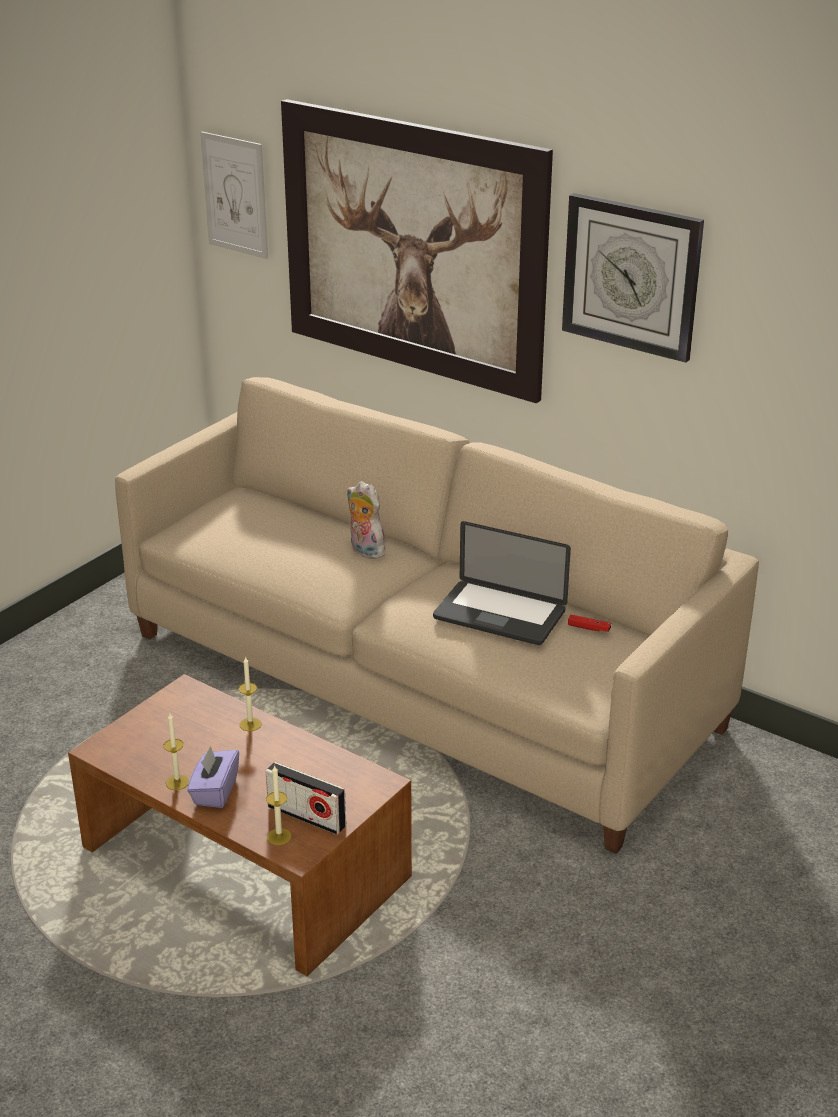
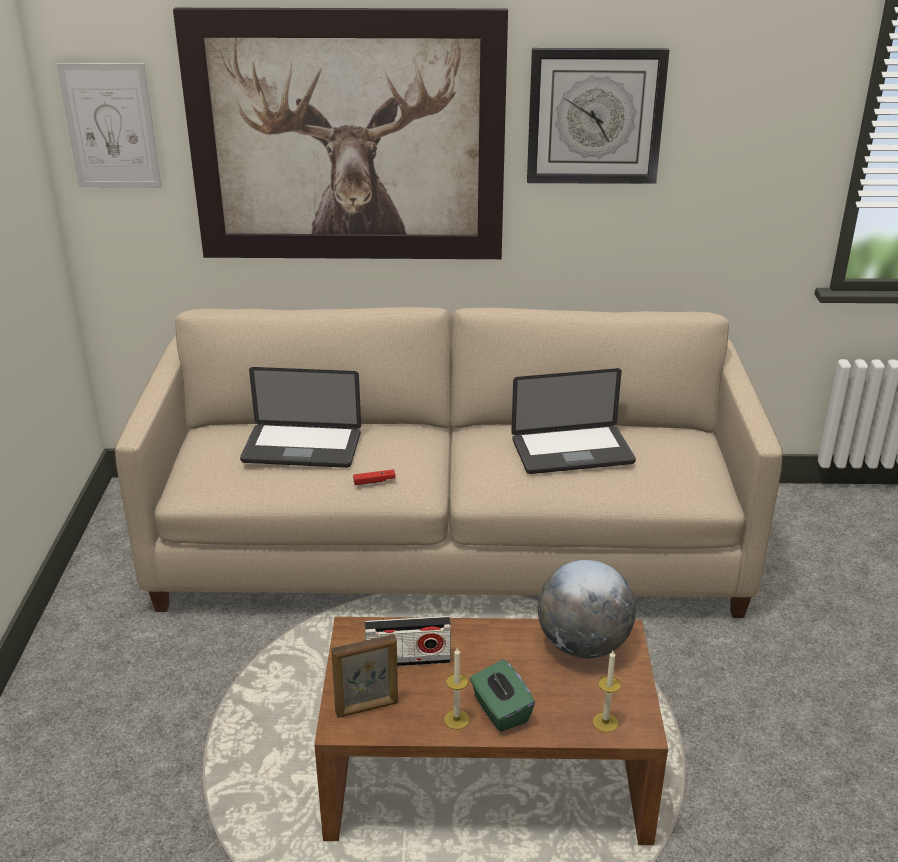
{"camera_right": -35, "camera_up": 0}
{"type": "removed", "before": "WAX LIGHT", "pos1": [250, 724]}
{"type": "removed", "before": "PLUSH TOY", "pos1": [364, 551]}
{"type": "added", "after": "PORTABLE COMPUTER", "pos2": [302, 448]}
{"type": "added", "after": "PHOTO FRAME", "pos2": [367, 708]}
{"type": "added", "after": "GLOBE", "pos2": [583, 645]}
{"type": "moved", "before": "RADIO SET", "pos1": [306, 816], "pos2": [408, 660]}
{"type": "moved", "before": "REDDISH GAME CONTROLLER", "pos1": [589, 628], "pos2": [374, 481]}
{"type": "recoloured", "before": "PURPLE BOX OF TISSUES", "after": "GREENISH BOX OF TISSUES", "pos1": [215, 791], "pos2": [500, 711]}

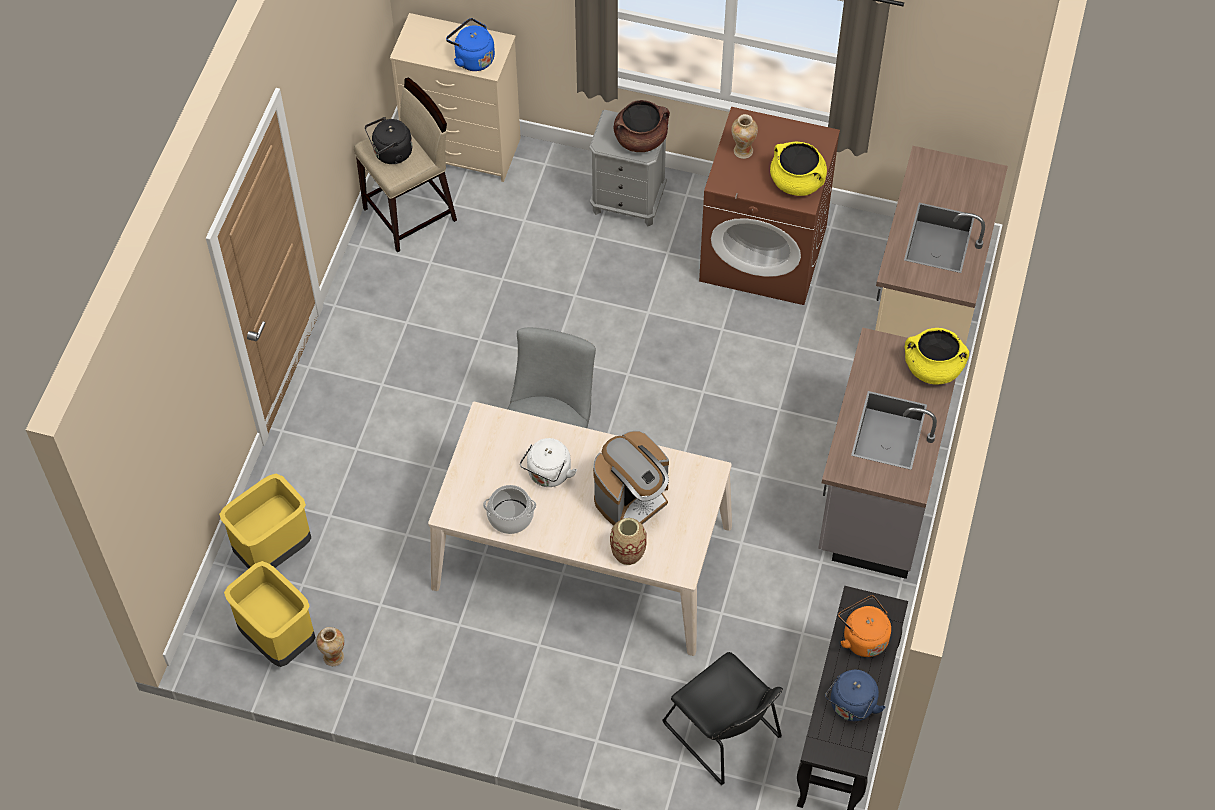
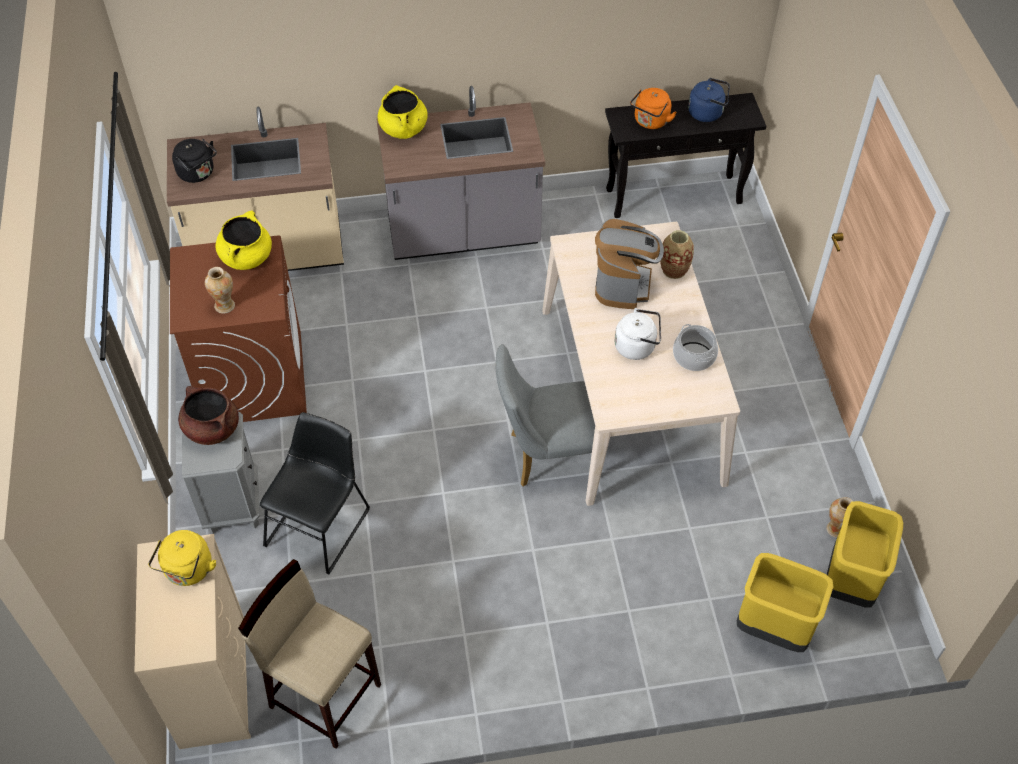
{"camera_right": -115, "camera_up": -5}
{"type": "moved", "before": "BLACKISH TEA KETTLE", "pos1": [390, 153], "pos2": [198, 174]}
{"type": "moved", "before": "BLACKISH CHAIR", "pos1": [725, 734], "pos2": [320, 524]}
{"type": "recoloured", "before": "BLUISH TEA KETTLE", "after": "YELLOW TEA KETTLE", "pos1": [472, 58], "pos2": [188, 571]}
{"type": "turned", "before": "COFFEE MACHINE", "pos1": [632, 498], "pos2": [623, 284], "turn": 75}

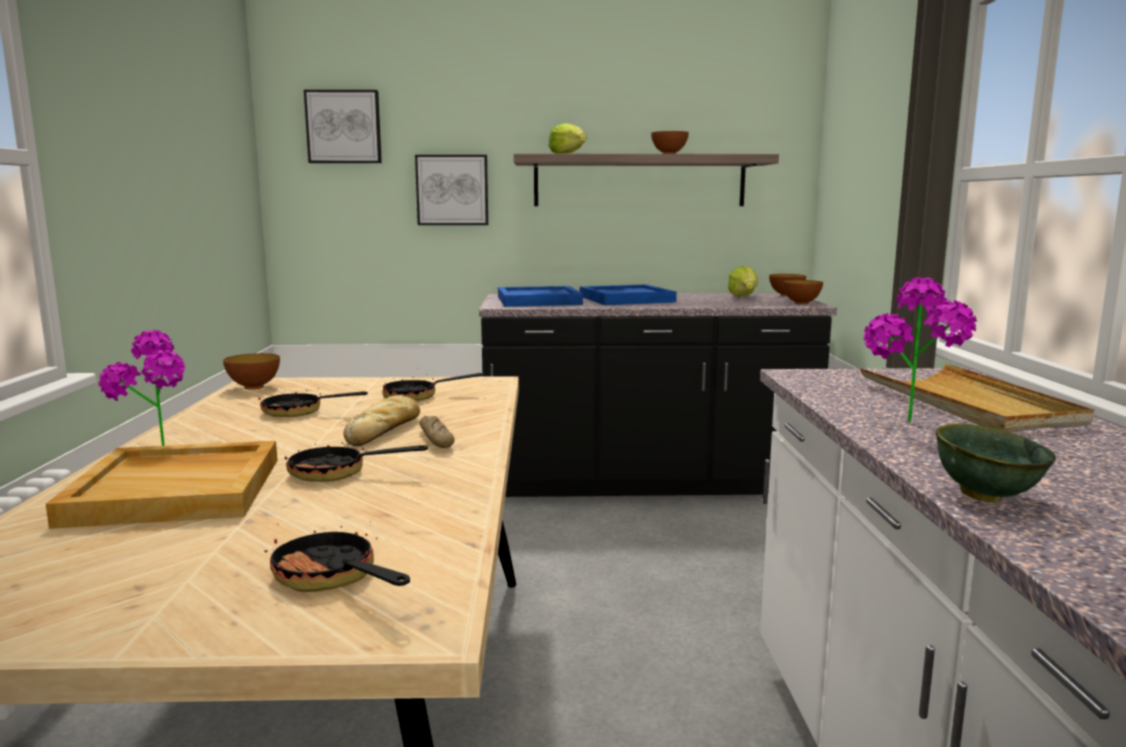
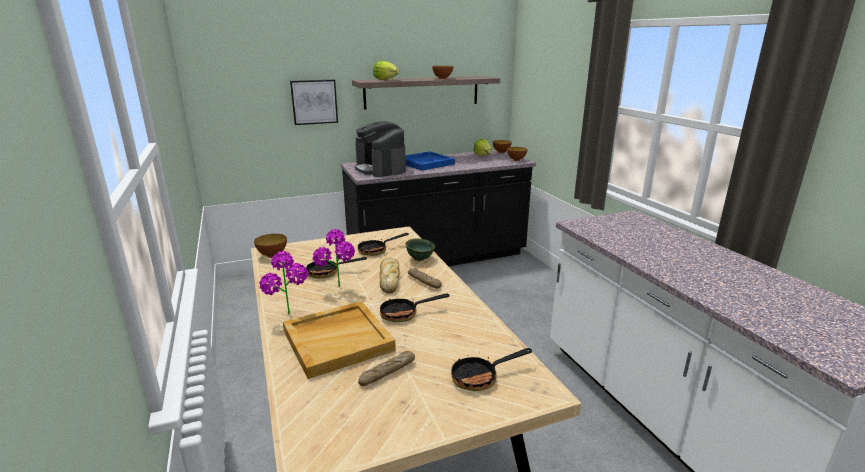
{"camera_right": -20, "camera_up": 10}
{"type": "removed", "before": "WALL PICTURE", "pos1": [344, 127]}
{"type": "removed", "before": "BEIGE-COLOURED TRAY", "pos1": [967, 404]}
{"type": "added", "after": "BAKERY BREAD", "pos2": [387, 373]}
{"type": "moved", "before": "HOUSEPLANT", "pos1": [911, 426], "pos2": [338, 290]}
{"type": "moved", "before": "GREENISH DEEP DISH", "pos1": [985, 496], "pos2": [420, 259]}
{"type": "replaced", "before": "BLUISH TRAY", "after": "COFFEE MACHINE", "pos1": [539, 301], "pos2": [380, 169]}
{"type": "turned", "before": "SKILLET", "pos1": [332, 579], "pos2": [481, 377], "turn": -45}

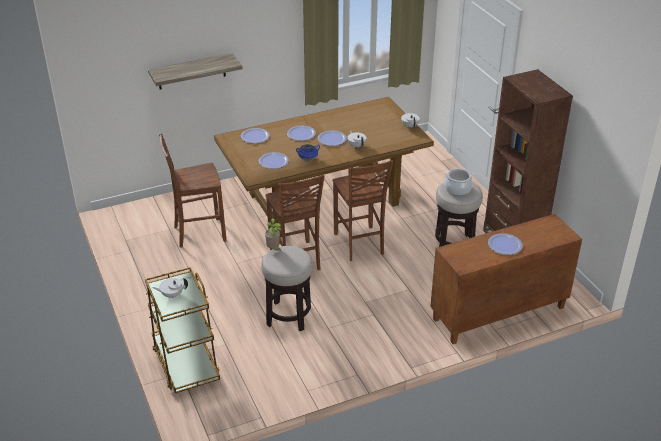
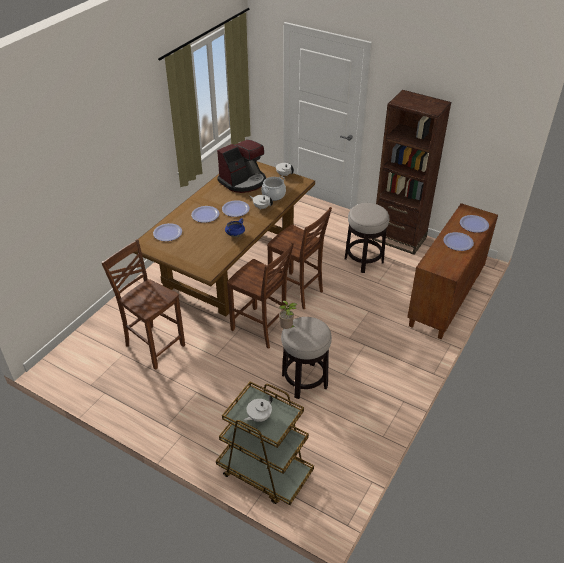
{"camera_right": -35, "camera_up": 5}
{"type": "removed", "before": "SHELF", "pos1": [191, 71]}
{"type": "added", "after": "COFFEE MACHINE", "pos2": [243, 181]}
{"type": "moved", "before": "FLAT DISH", "pos1": [273, 161], "pos2": [474, 224]}
{"type": "moved", "before": "SAUCEPOT", "pos1": [457, 189], "pos2": [273, 195]}
{"type": "turned", "before": "BROWN-COLOURED CHAIR", "pos1": [198, 233], "pos2": [154, 345], "turn": 90}

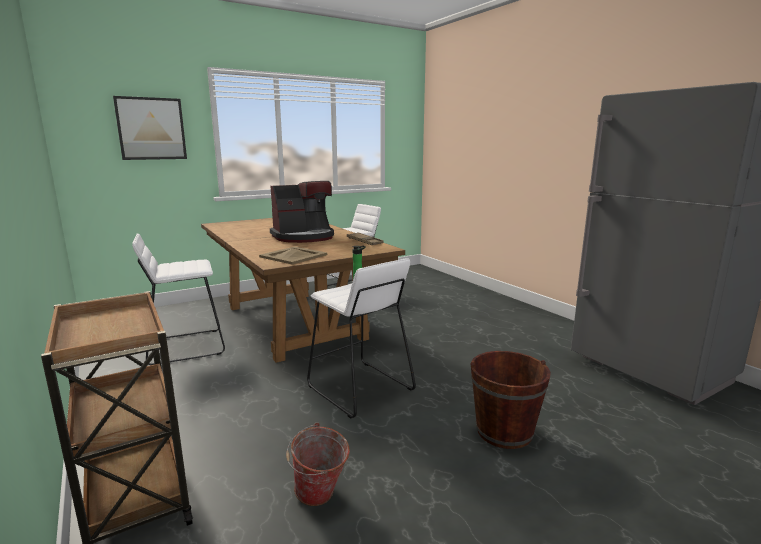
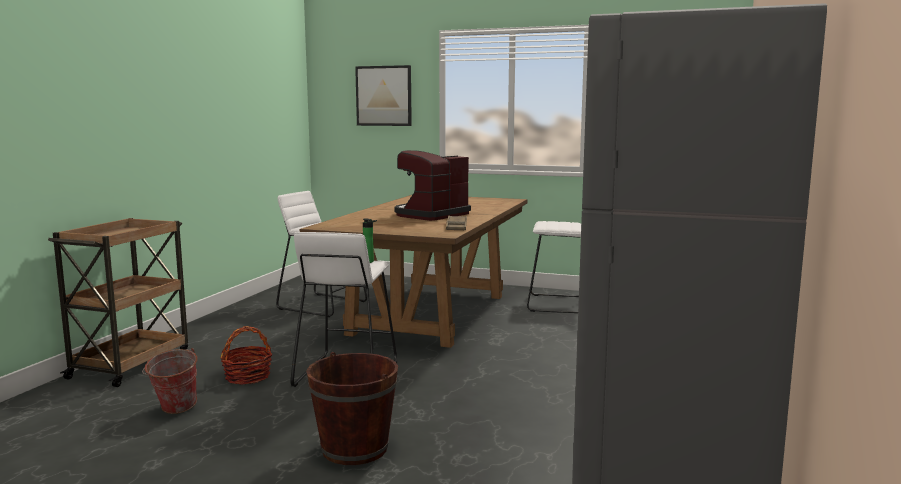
{"camera_right": 50, "camera_up": -5}
{"type": "removed", "before": "BEIGE-COLOURED TRAY", "pos1": [293, 256]}
{"type": "added", "after": "STORAGE BASKET", "pos2": [248, 377]}
{"type": "turned", "before": "COFFEE MACHINE", "pos1": [304, 237], "pos2": [430, 215], "turn": 105}

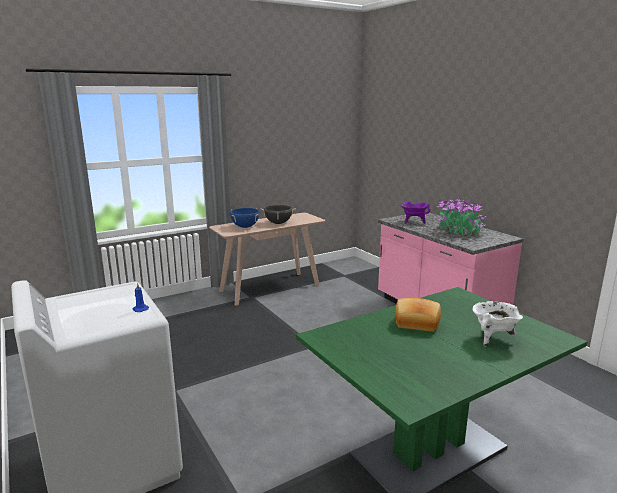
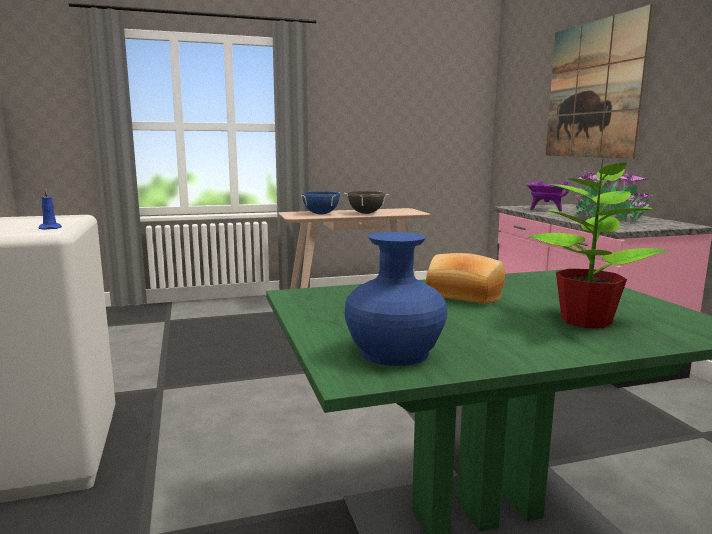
{"camera_right": 15, "camera_up": -5}
{"type": "added", "after": "BLUISH VASE", "pos2": [394, 352]}
{"type": "added", "after": "WALL PICTURE", "pos2": [593, 90]}
{"type": "replaced", "before": "WHITE-COLOURED SAUCEPOT", "after": "HOUSEPLANT", "pos1": [493, 339], "pos2": [586, 320]}

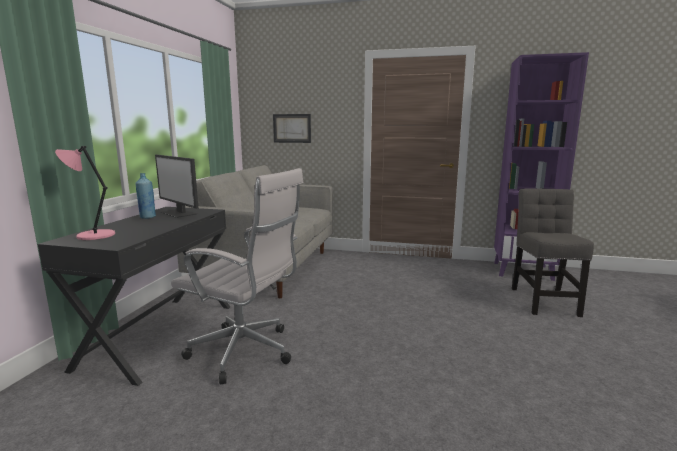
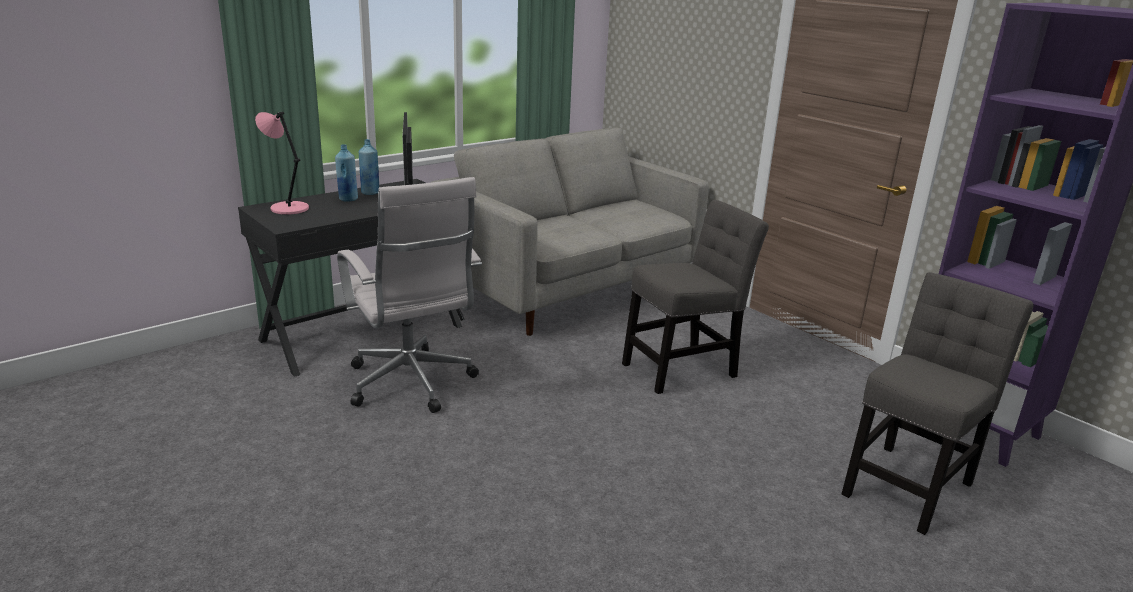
{"camera_right": 35, "camera_up": 10}
{"type": "removed", "before": "WALL PICTURE", "pos1": [292, 128]}
{"type": "added", "after": "BLUISH BEVERAGE BOTTLE", "pos2": [348, 199]}
{"type": "added", "after": "GREY CHAIR", "pos2": [683, 368]}

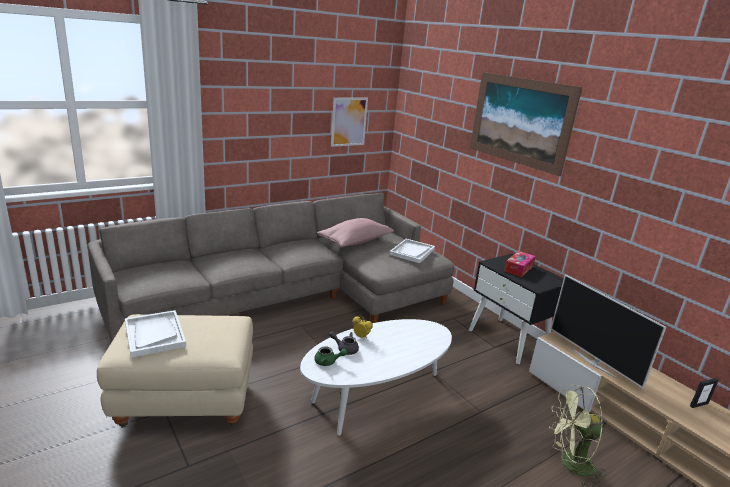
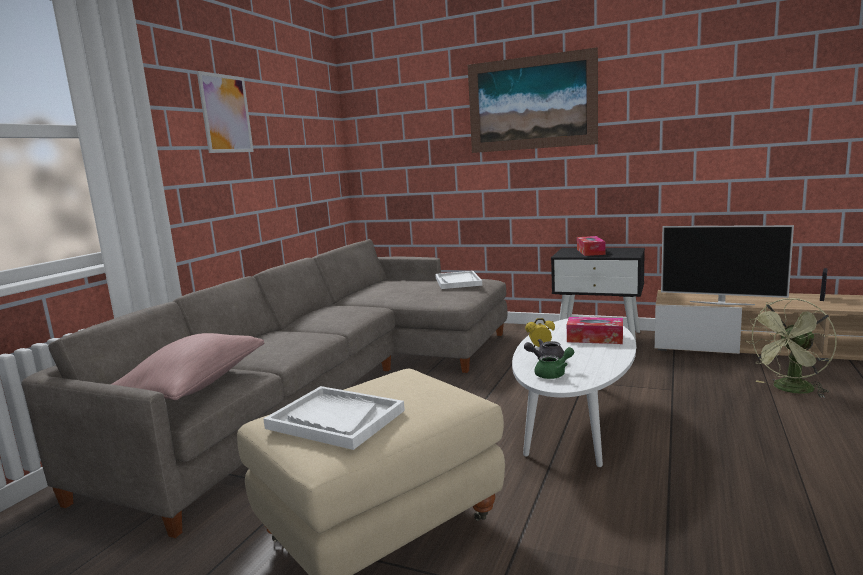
{"camera_right": -30, "camera_up": -10}
{"type": "added", "after": "BOX OF TISSUES", "pos2": [595, 338]}
{"type": "moved", "before": "PINK PILLOW", "pos1": [355, 241], "pos2": [194, 386]}
{"type": "moved", "before": "WALL PICTURE", "pos1": [349, 122], "pos2": [226, 114]}

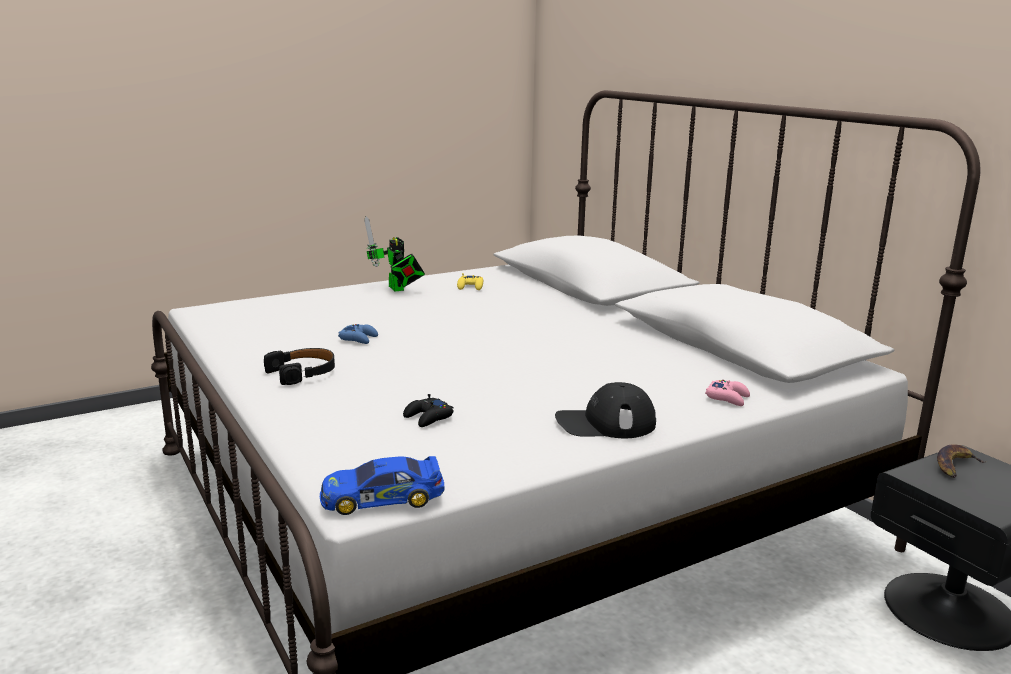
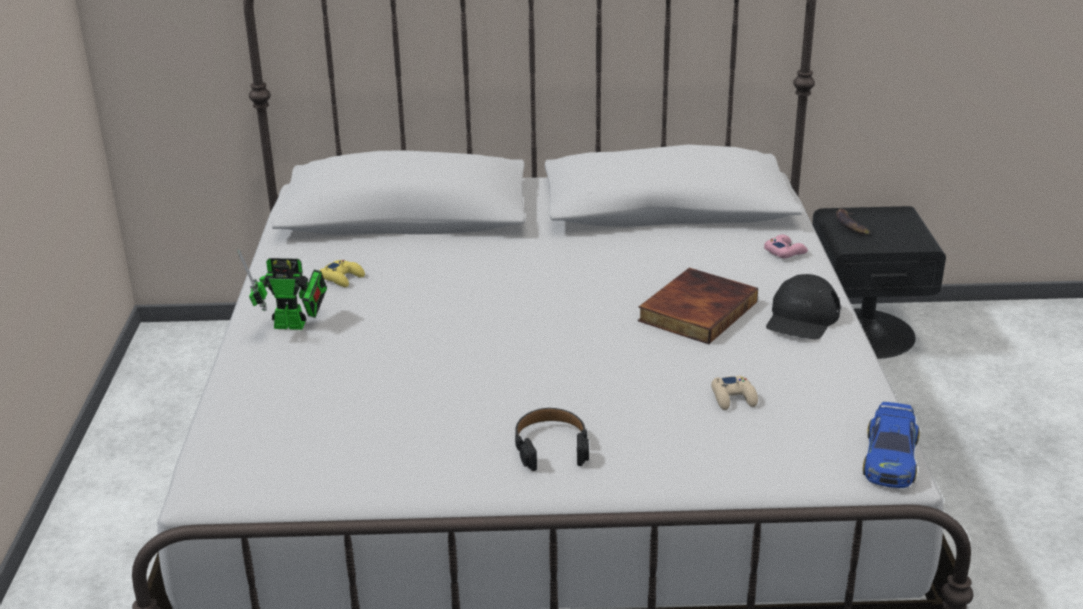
{"camera_right": -60, "camera_up": 10}
{"type": "removed", "before": "BLUISH GAME CONTROLLER", "pos1": [358, 338]}
{"type": "added", "after": "VOLUME", "pos2": [696, 310]}
{"type": "recoloured", "before": "BLACKISH GAME CONTROLLER", "after": "BEIGE-COLOURED GAME CONTROLLER", "pos1": [428, 418], "pos2": [733, 398]}

